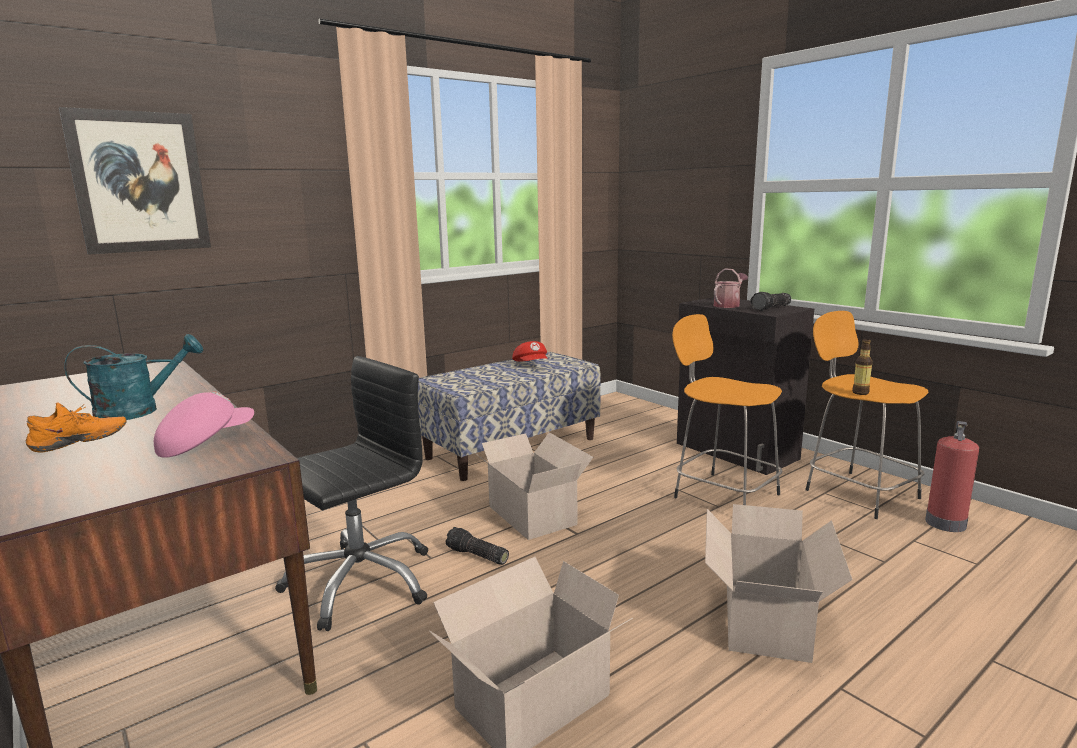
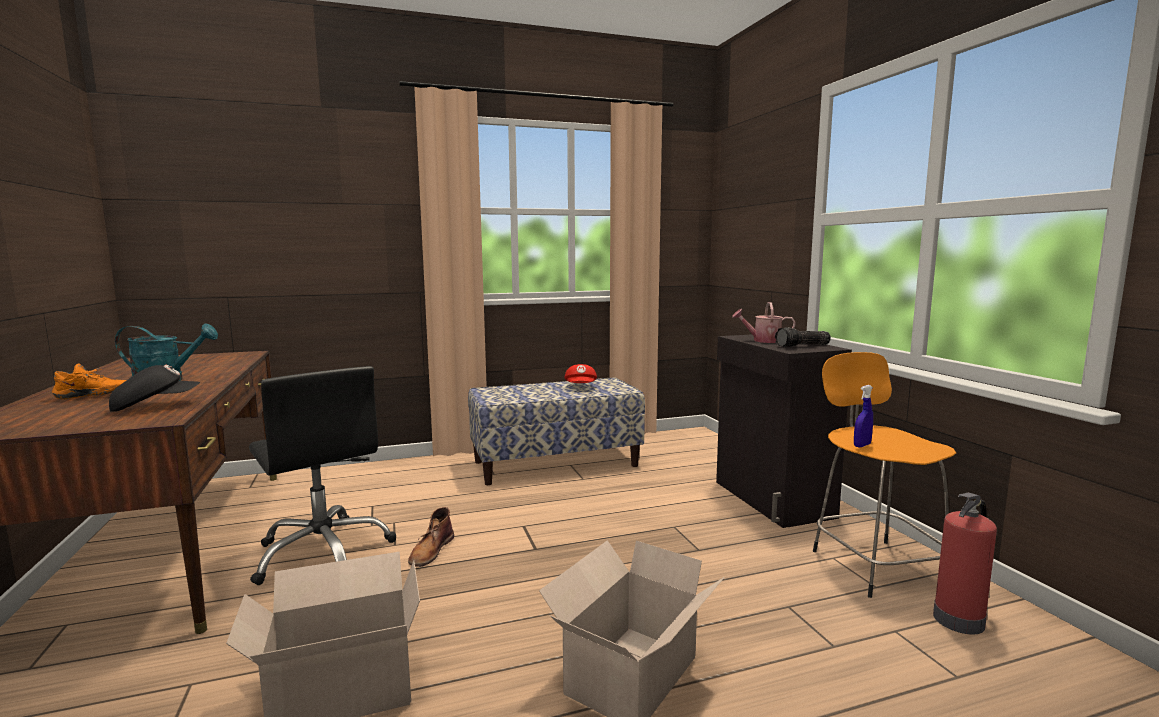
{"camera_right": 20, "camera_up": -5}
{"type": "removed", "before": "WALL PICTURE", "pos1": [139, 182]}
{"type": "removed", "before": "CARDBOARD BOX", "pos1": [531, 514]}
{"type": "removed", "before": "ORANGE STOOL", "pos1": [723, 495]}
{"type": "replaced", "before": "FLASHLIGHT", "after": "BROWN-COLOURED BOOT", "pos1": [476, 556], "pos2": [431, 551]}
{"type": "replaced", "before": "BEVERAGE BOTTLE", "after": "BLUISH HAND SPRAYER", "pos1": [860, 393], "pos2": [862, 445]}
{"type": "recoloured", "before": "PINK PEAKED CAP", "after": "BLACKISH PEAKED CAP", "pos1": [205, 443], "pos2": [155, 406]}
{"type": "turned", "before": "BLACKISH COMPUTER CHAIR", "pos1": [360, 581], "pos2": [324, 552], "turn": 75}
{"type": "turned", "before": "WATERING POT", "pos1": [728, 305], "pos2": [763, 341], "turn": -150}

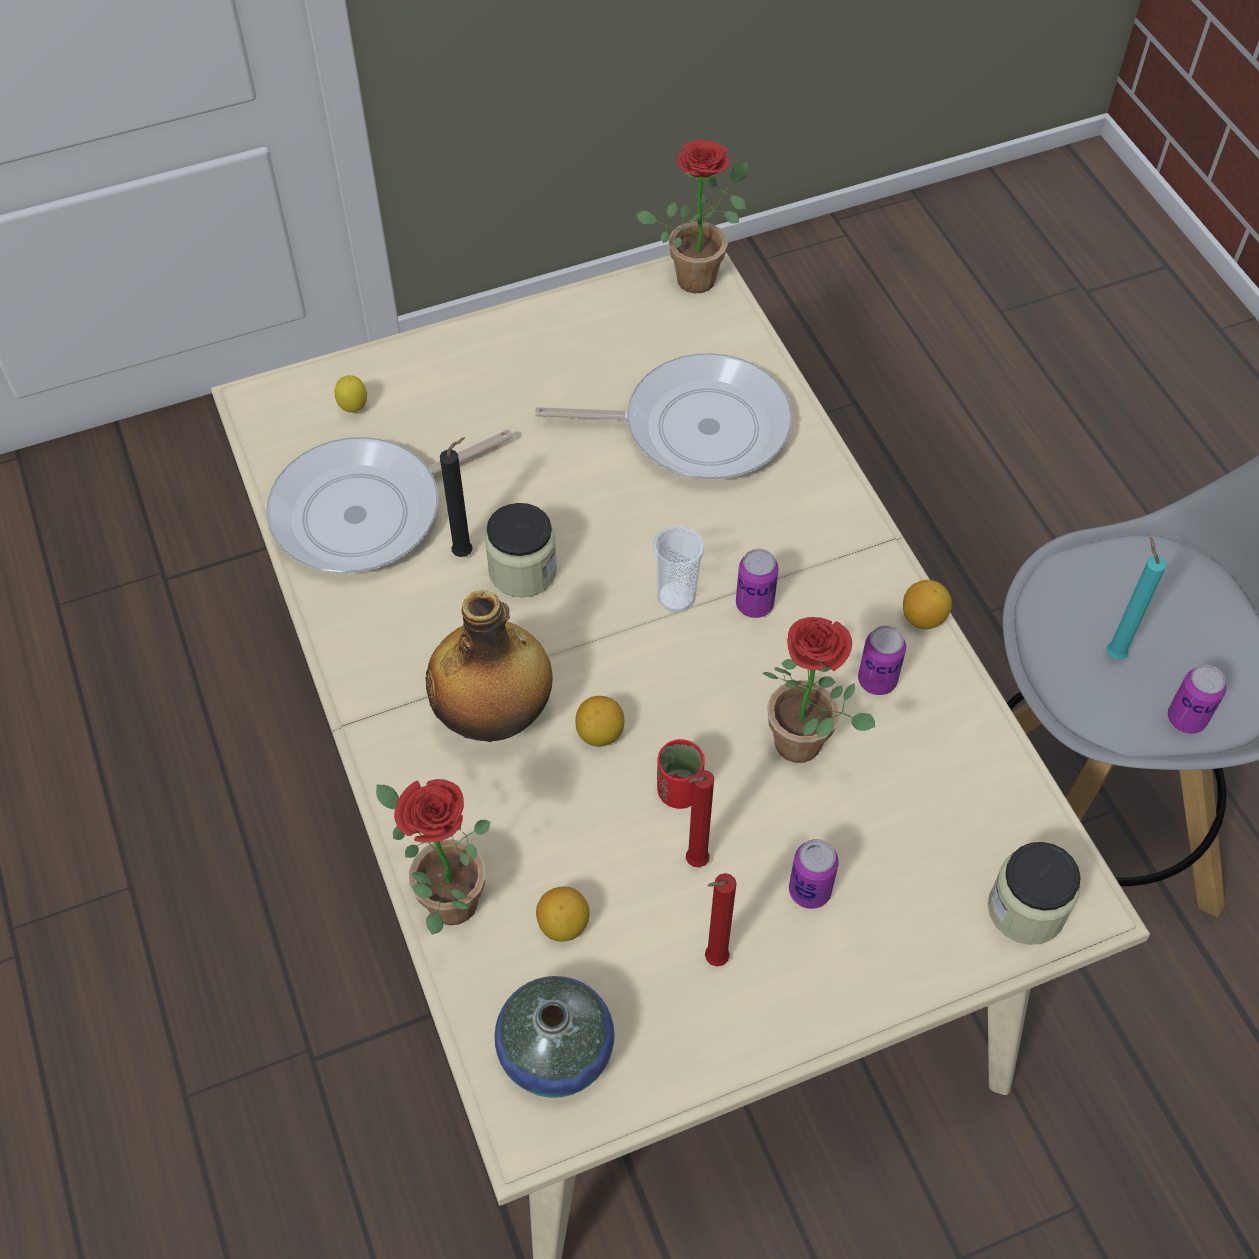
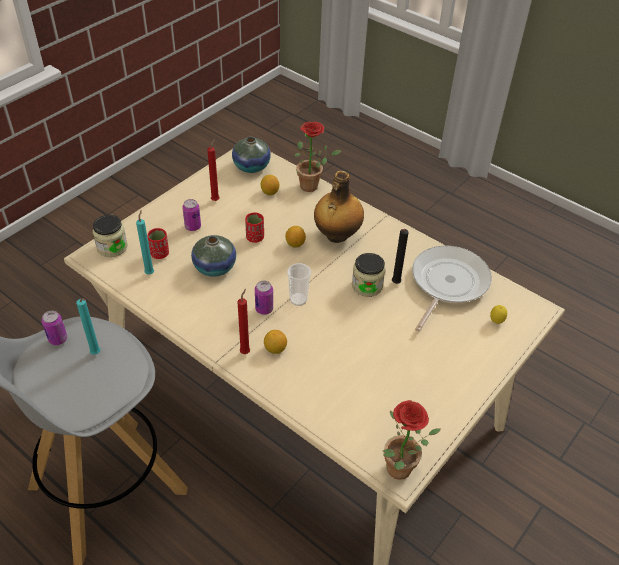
{"camera_right": 150, "camera_up": -10}
{"type": "removed", "before": "SKILLET", "pos1": [696, 427]}
{"type": "removed", "before": "CAN", "pos1": [877, 680]}
{"type": "added", "after": "TURQUOISE WAX LIGHT", "pos2": [150, 272]}
{"type": "added", "after": "REDDISH CUP", "pos2": [160, 254]}
{"type": "moved", "before": "REDDISH WAX LIGHT", "pos1": [694, 863], "pos2": [245, 351]}
{"type": "moved", "before": "WHOLE LEMON", "pos1": [923, 618], "pos2": [275, 349]}
{"type": "replaced", "before": "HOUSEPLANT", "after": "VASE", "pos1": [808, 746], "pos2": [215, 267]}

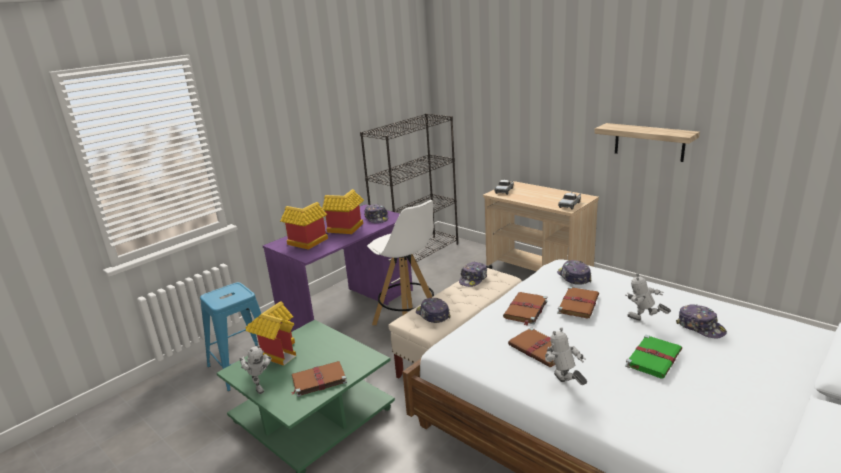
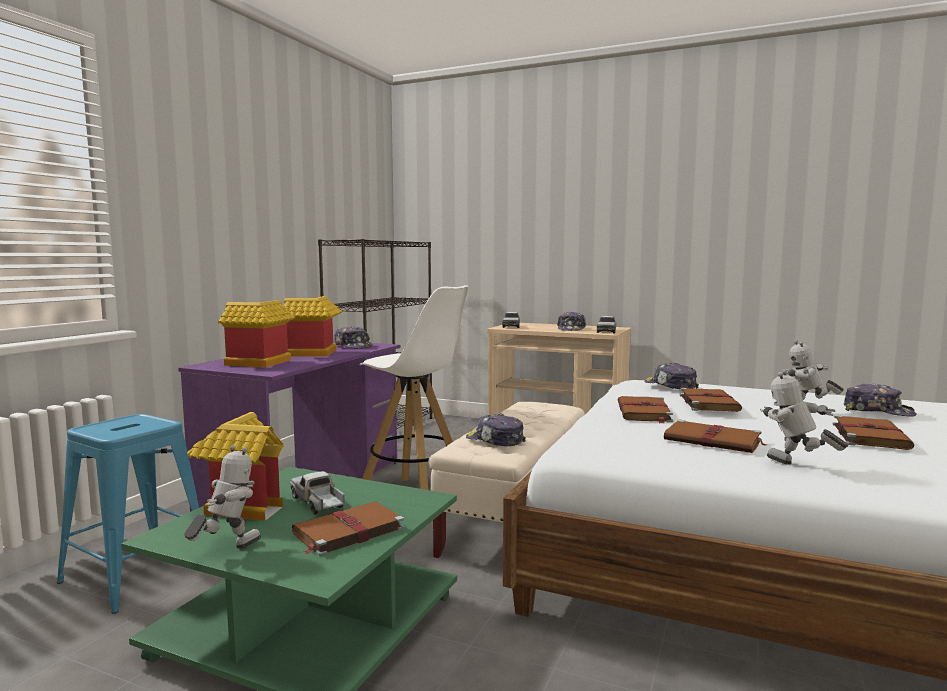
{"camera_right": -20, "camera_up": -15}
{"type": "removed", "before": "SHELF", "pos1": [649, 142]}
{"type": "added", "after": "MODEL TRUCK", "pos2": [318, 502]}
{"type": "moved", "before": "PEAKED CAP", "pos1": [473, 279], "pos2": [571, 329]}
{"type": "recoloured", "before": "GREENISH VOLUME", "after": "BROWN-COLOURED VOLUME", "pos1": [654, 358], "pos2": [869, 435]}
{"type": "turned", "before": "MODEL ROBOT", "pos1": [259, 385], "pos2": [227, 550], "turn": -90}

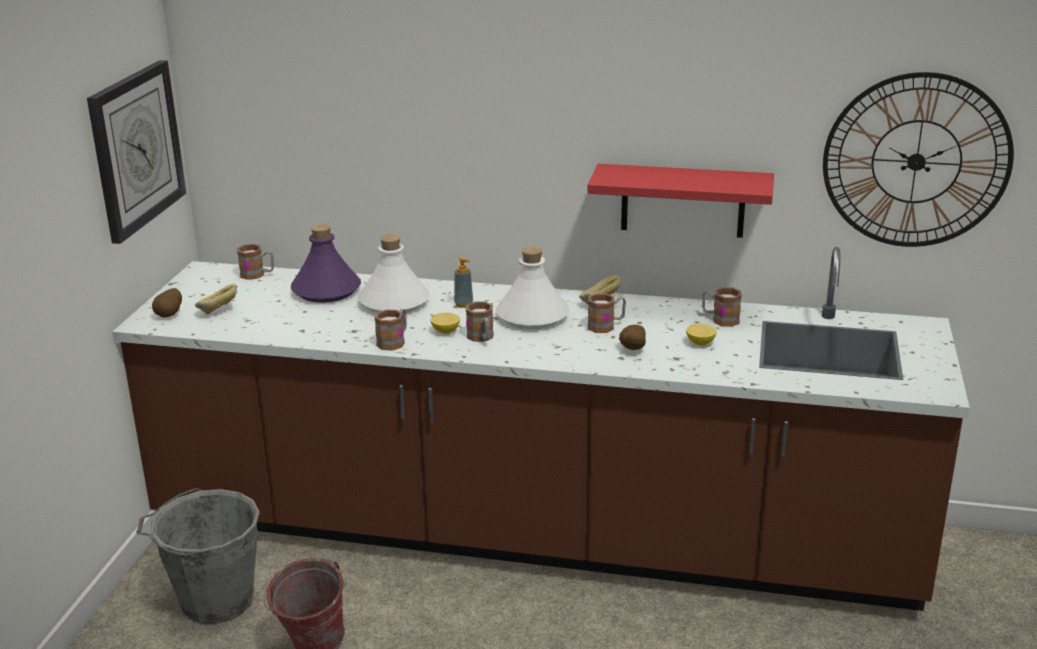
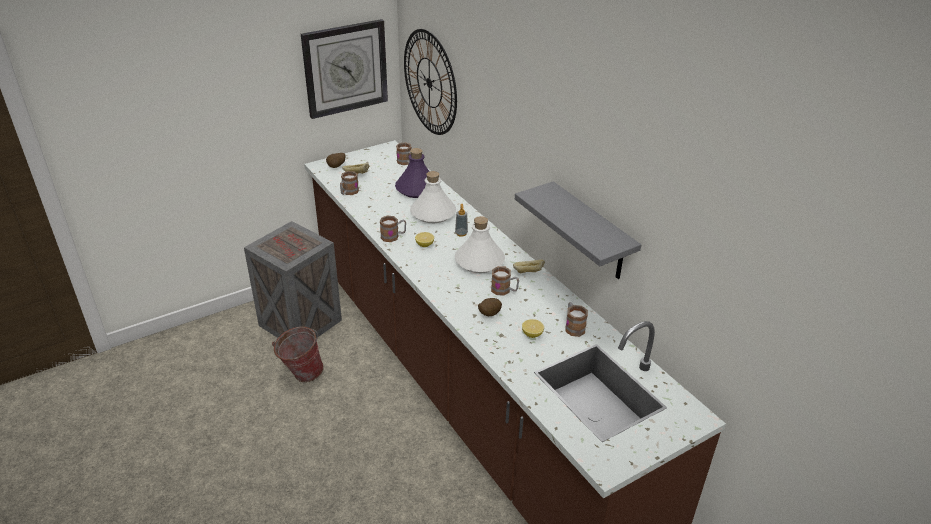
{"camera_right": 45, "camera_up": 10}
{"type": "moved", "before": "TEA MUG", "pos1": [482, 338], "pos2": [348, 192]}
{"type": "moved", "before": "CLOCK ON THE WALL", "pos1": [916, 161], "pos2": [429, 82]}
{"type": "replaced", "before": "GREY BUCKET", "after": "PACKING CRATE", "pos1": [213, 601], "pos2": [300, 324]}
{"type": "recoloured", "before": "REDDISH SHELF", "after": "GREY SHELF", "pos1": [683, 200], "pos2": [591, 233]}

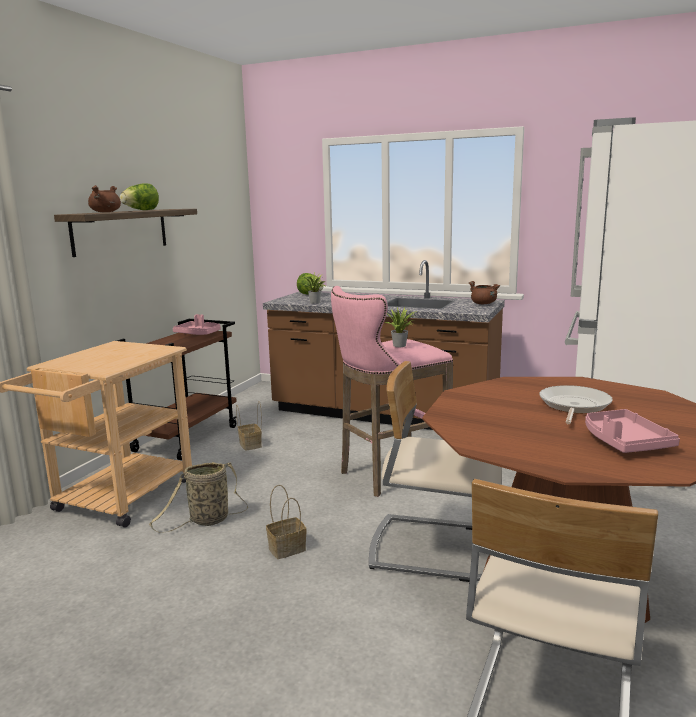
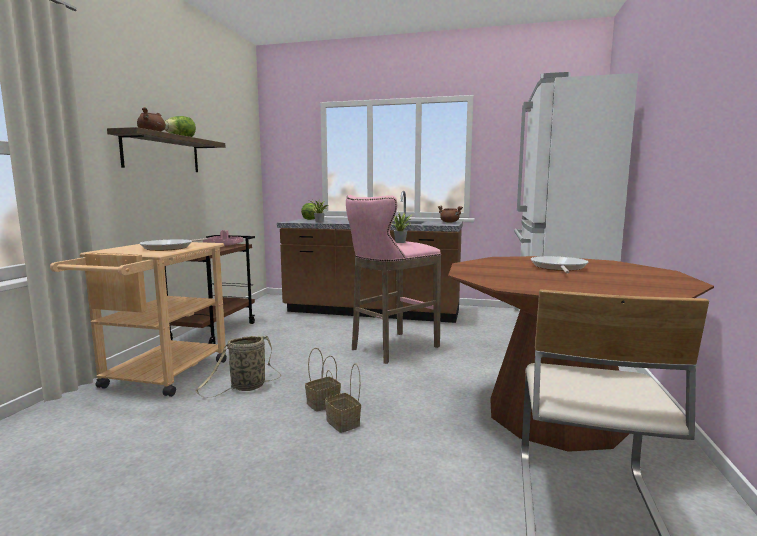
{"camera_right": -10, "camera_up": -5}
{"type": "removed", "before": "BEIGE-COLOURED CHAIR", "pos1": [434, 548]}
{"type": "removed", "before": "PINK TRAY", "pos1": [624, 442]}
{"type": "added", "after": "SKILLET", "pos2": [170, 248]}
{"type": "moved", "before": "STORAGE BASKET", "pos1": [251, 445], "pos2": [344, 423]}

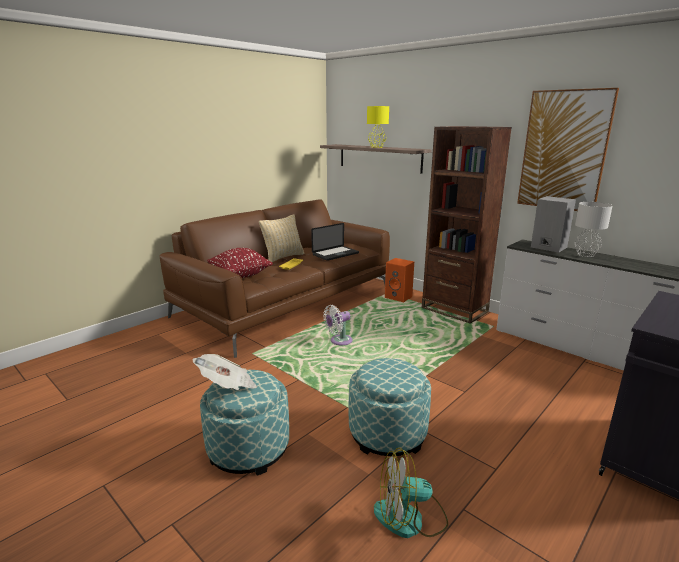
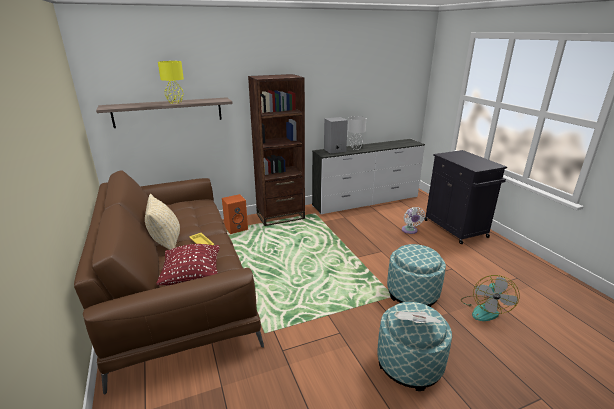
{"camera_right": -65, "camera_up": 5}
{"type": "removed", "before": "PORTABLE COMPUTER", "pos1": [335, 254]}
{"type": "removed", "before": "WALL PICTURE", "pos1": [564, 151]}
{"type": "moved", "before": "WHITE-COLOURED COOLING FAN", "pos1": [339, 341], "pos2": [410, 231]}

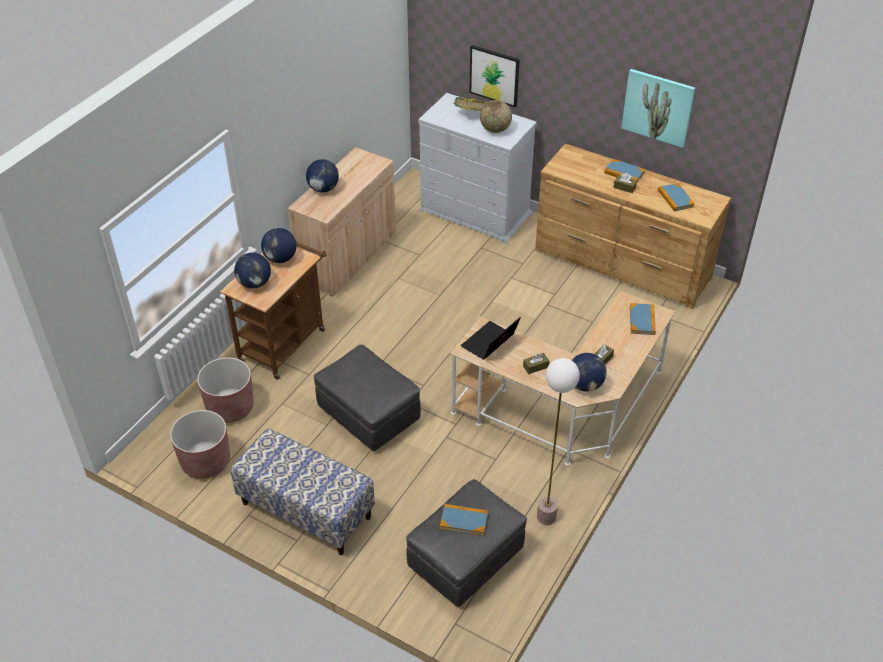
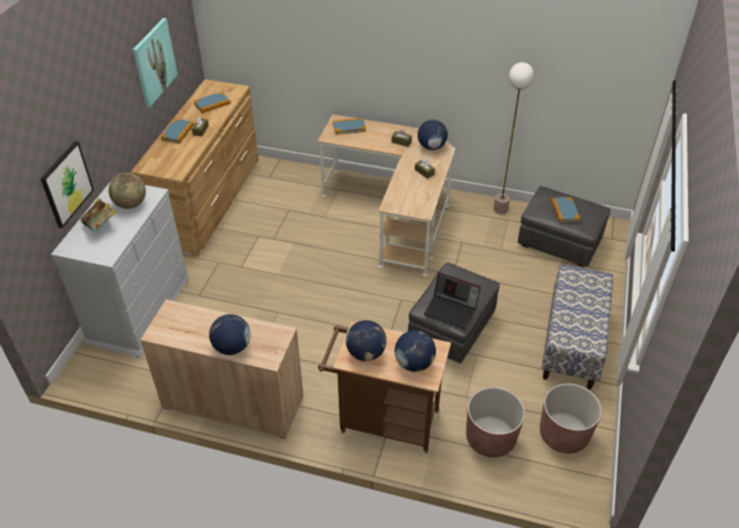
{"camera_right": -105, "camera_up": 0}
{"type": "moved", "before": "PORTABLE COMPUTER", "pos1": [489, 343], "pos2": [451, 310]}

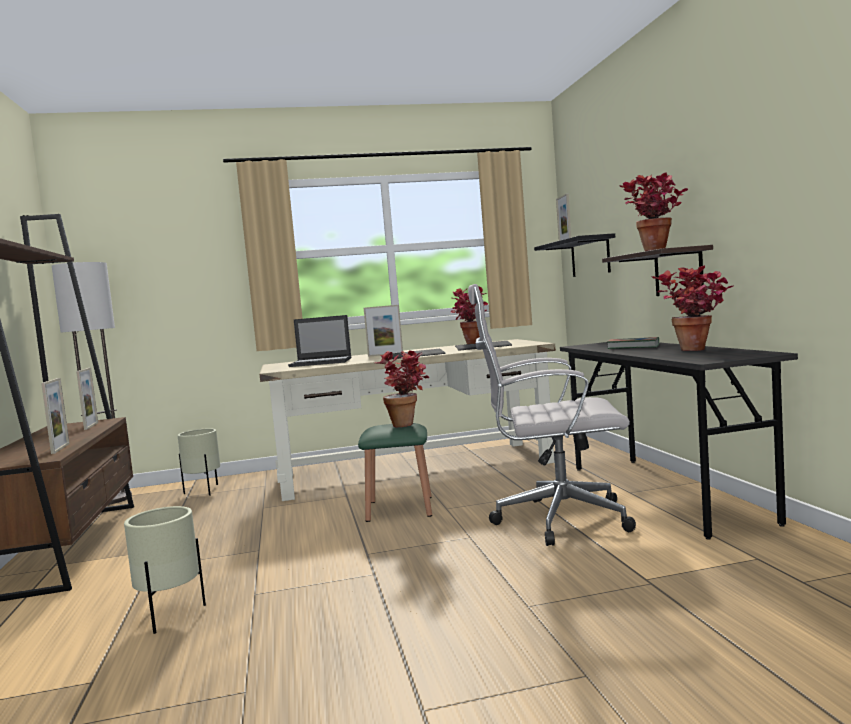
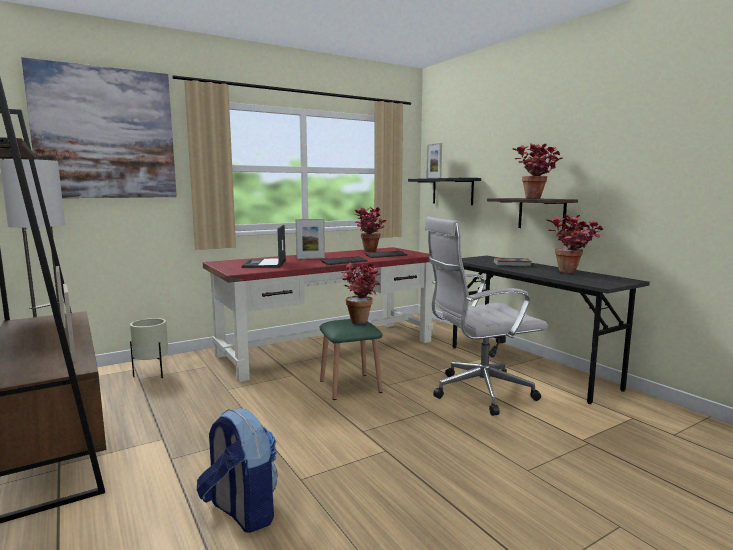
{"camera_right": -20, "camera_up": 5}
{"type": "added", "after": "WALL PICTURE", "pos2": [105, 133]}
{"type": "replaced", "before": "BEIGE-COLOURED PLANT POT", "after": "BACKPACK", "pos1": [170, 616], "pos2": [241, 511]}
{"type": "recoloured", "before": "BEIGE-COLOURED DESK UNIT", "after": "REDDISH DESK UNIT", "pos1": [415, 468], "pos2": [328, 348]}
{"type": "turned", "before": "PORTABLE COMPUTER", "pos1": [321, 362], "pos2": [265, 264], "turn": 105}

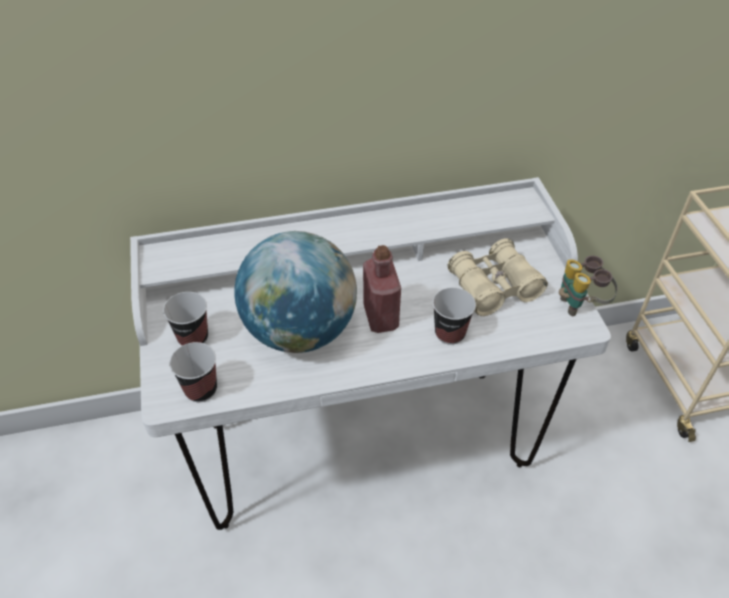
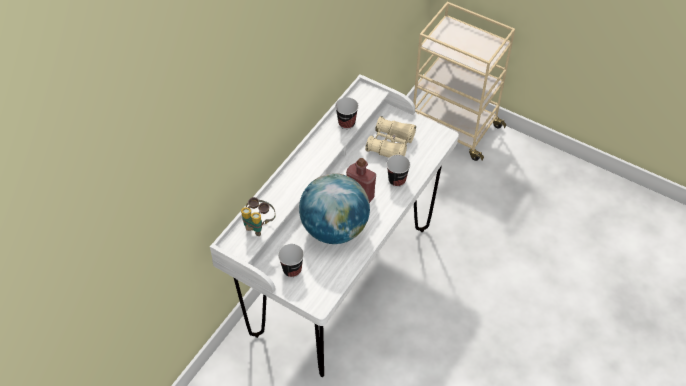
{"camera_right": -45, "camera_up": 5}
{"type": "moved", "before": "CUP", "pos1": [201, 390], "pos2": [346, 123]}
{"type": "moved", "before": "PAIR OF BINOCULARS", "pos1": [580, 304], "pos2": [258, 225]}

